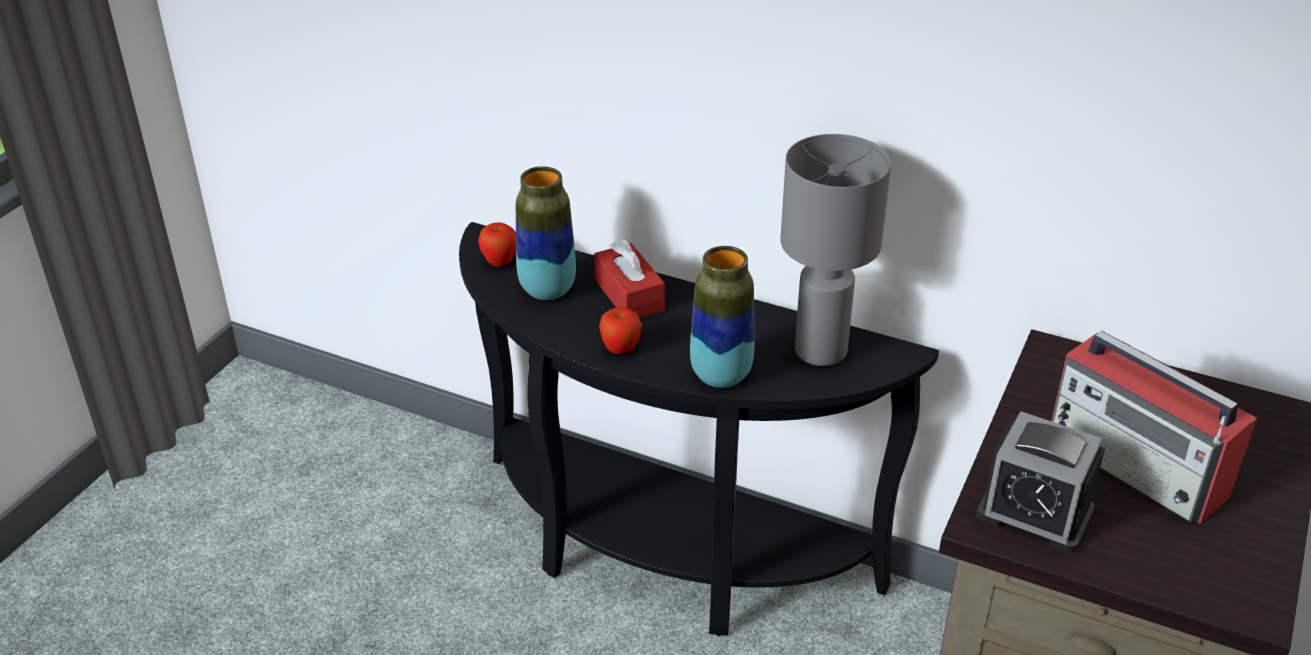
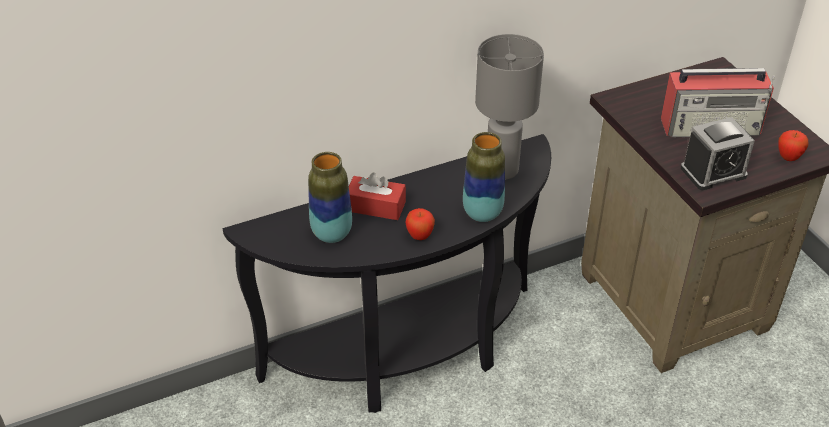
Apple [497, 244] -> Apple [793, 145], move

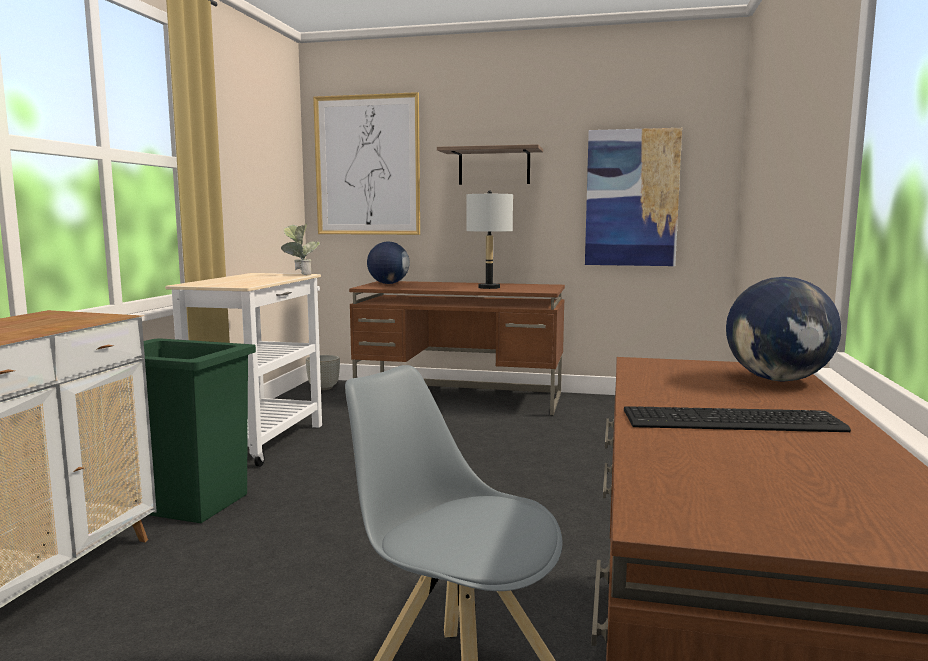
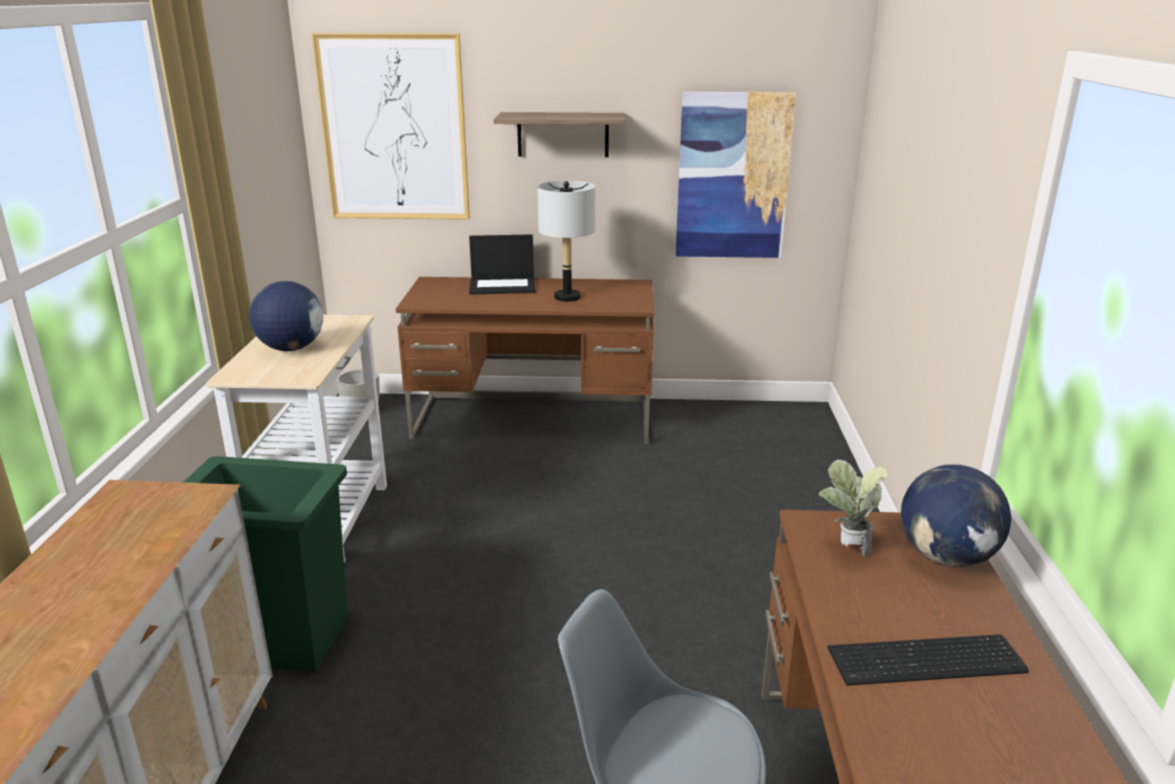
Globe [388, 262] -> Globe [286, 316], move
none -> Laptop [502, 264]
PottedPlant [300, 249] -> PottedPlant [853, 508], move

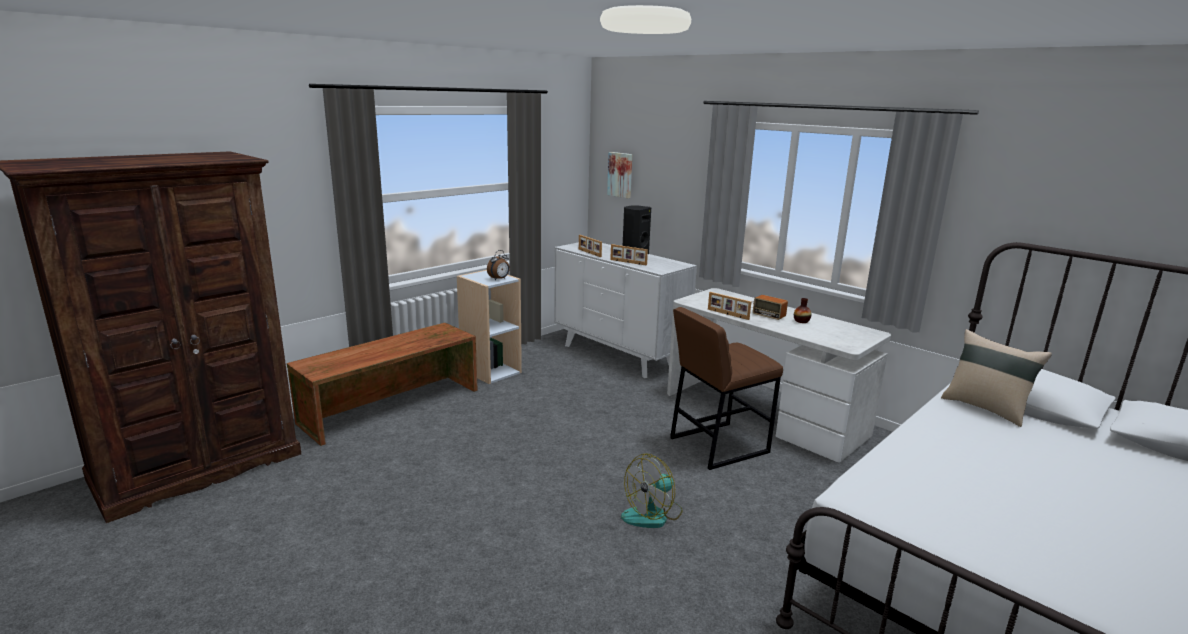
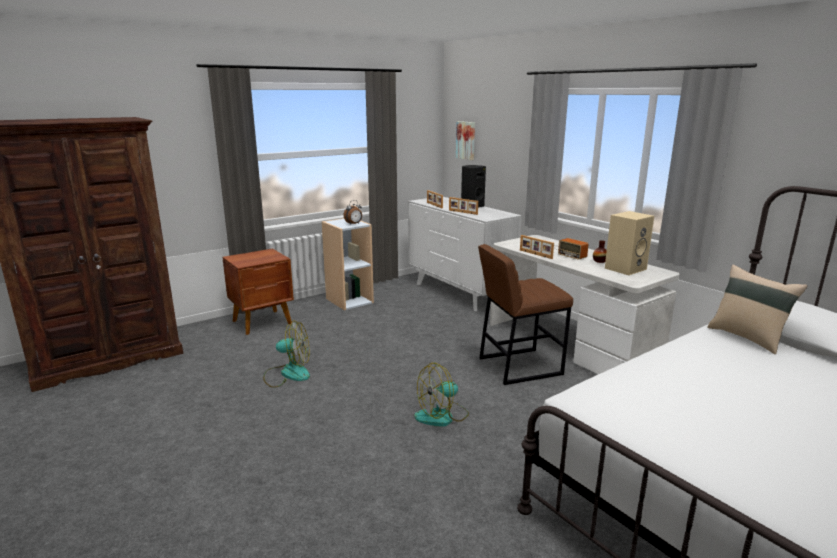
BrownBench [382, 384] -> BrownNightstand [258, 292]
none -> Fan [286, 354]
none -> BeigeSpeaker [629, 243]

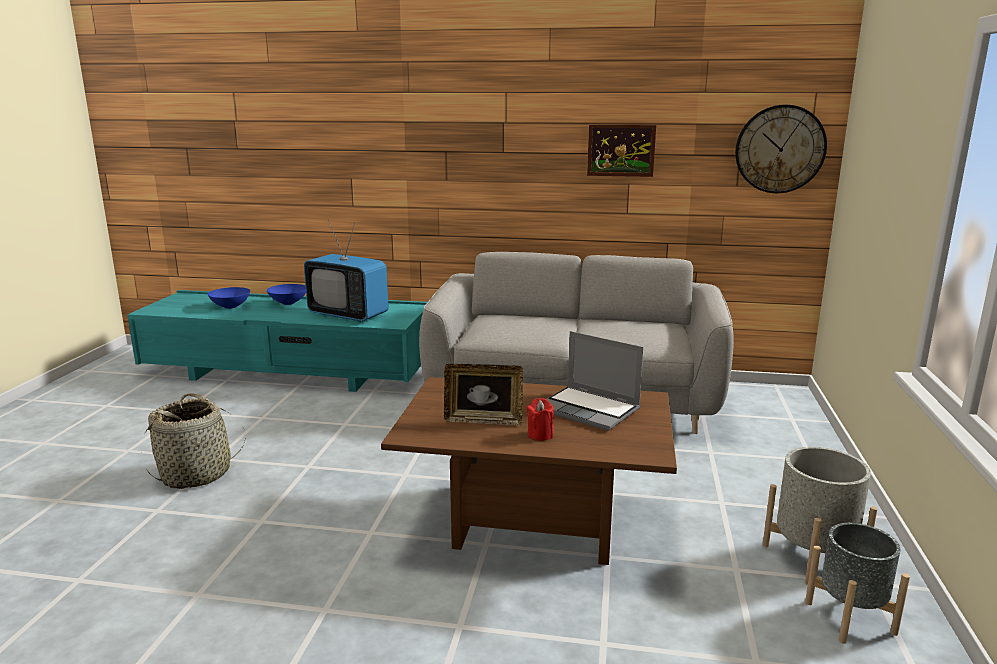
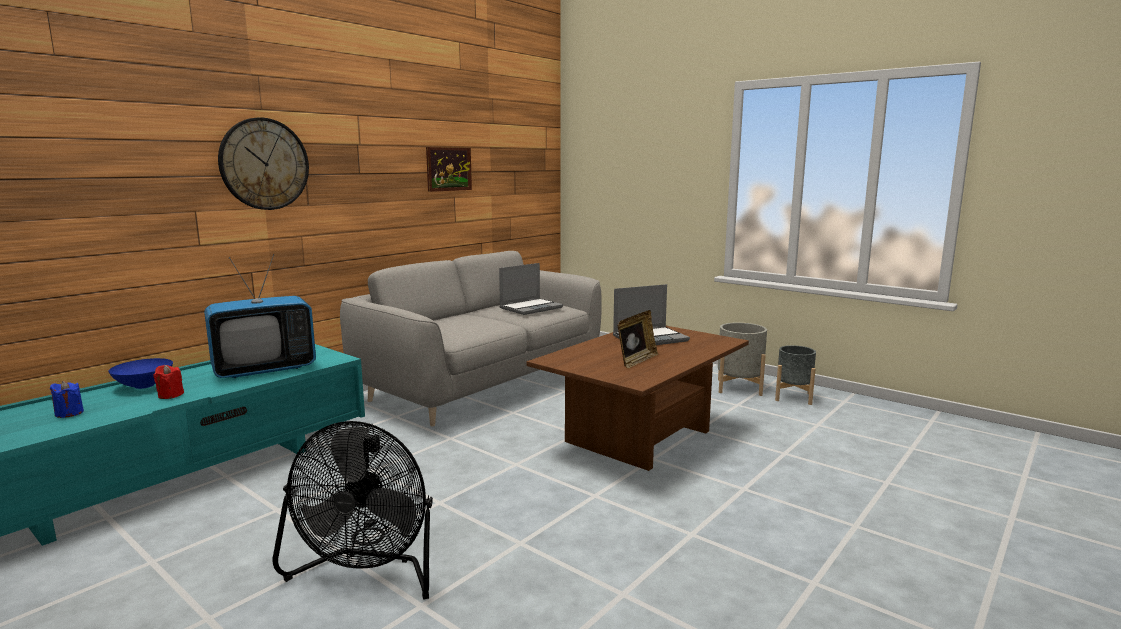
BlueBowl [229, 298] -> BlueCandle [67, 399]
RedCandle [540, 419] -> RedCandle [168, 382], move
WallClock [781, 148] -> WallClock [263, 164], move
Basket [195, 441] -> BlackFan [352, 510]
none -> Laptop [531, 289]

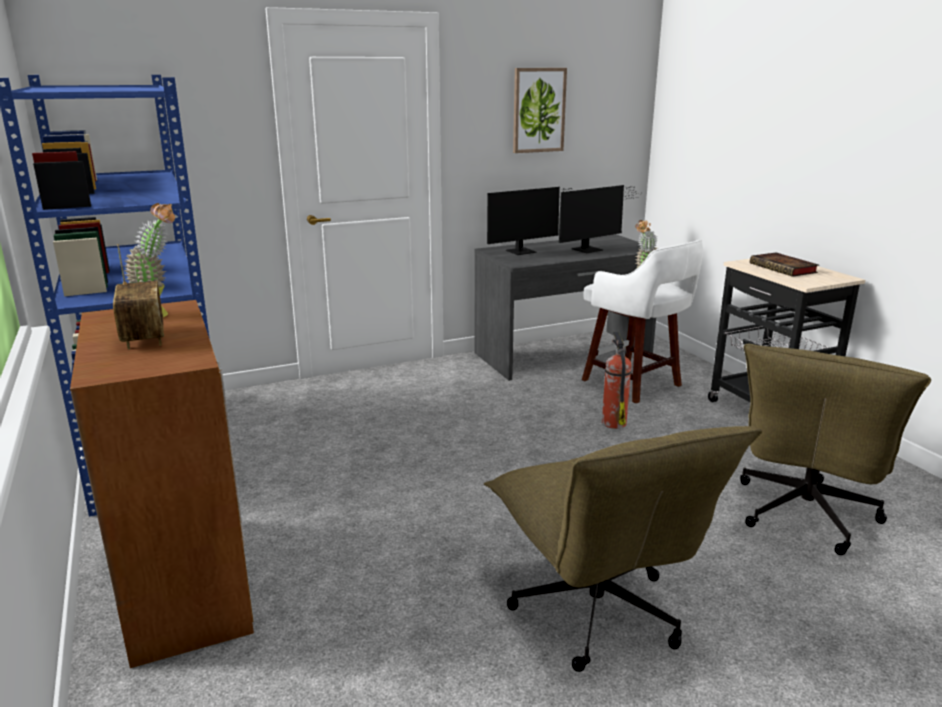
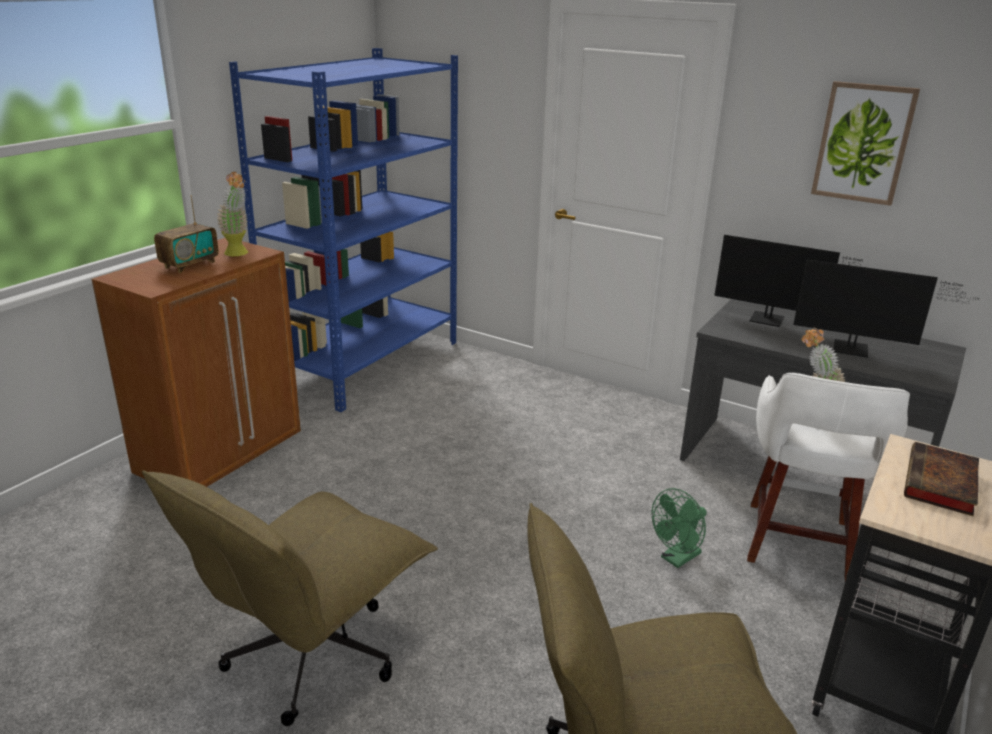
FireExtinguisher [617, 380] -> GreenFan [679, 528]

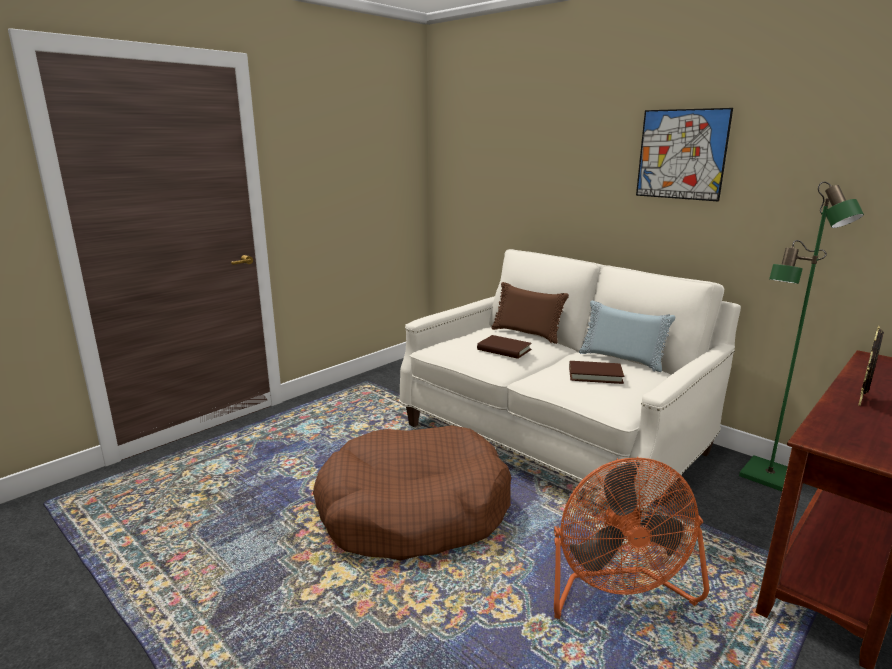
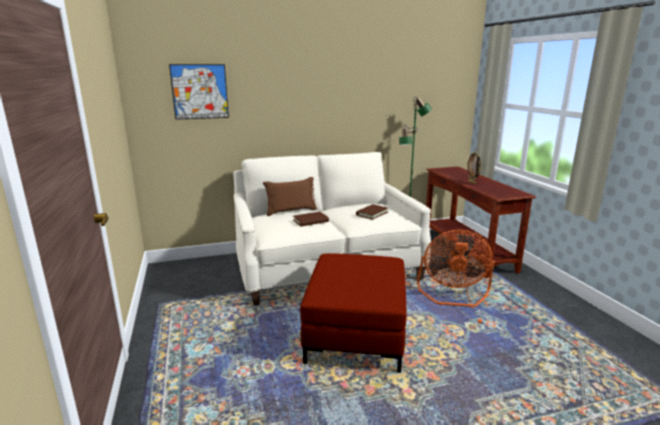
Picture [684, 154] -> Picture [199, 92], move
BrownDogBed [412, 493] -> RedOttoman [353, 313]
OrangeFan [631, 538] -> OrangeFan [456, 277], 105 degrees counterclockwise
BluePillow [627, 336] -> none

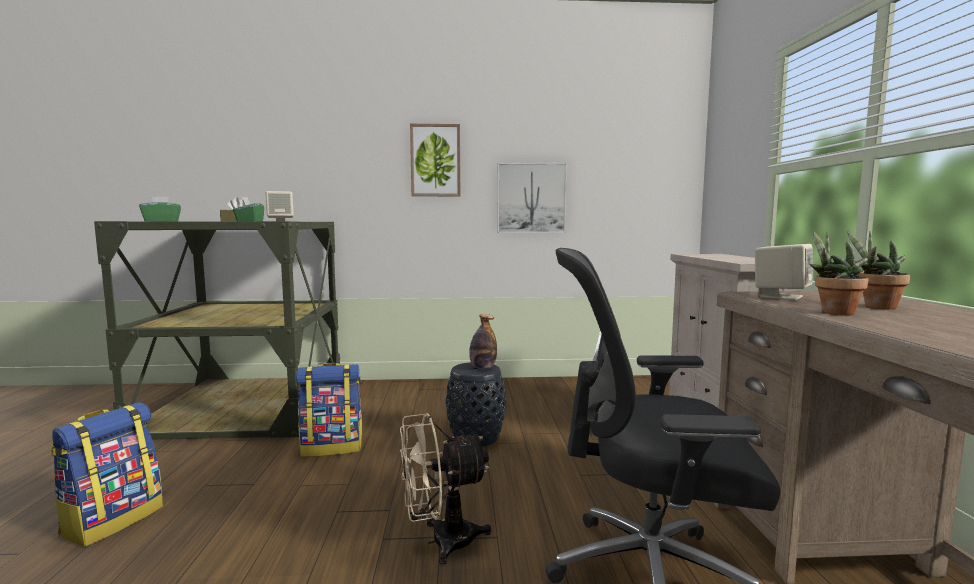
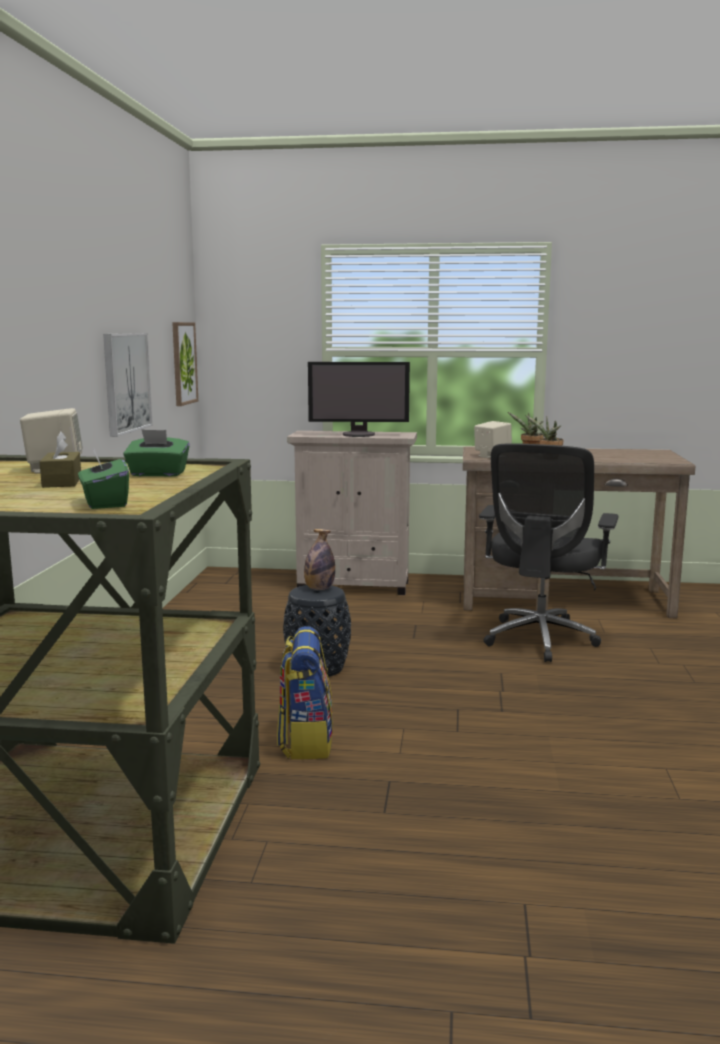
Picture [435, 160] -> Picture [185, 364], move
none -> Monitor [359, 399]
Backpack [106, 474] -> none
BeigeFan [445, 489] -> none

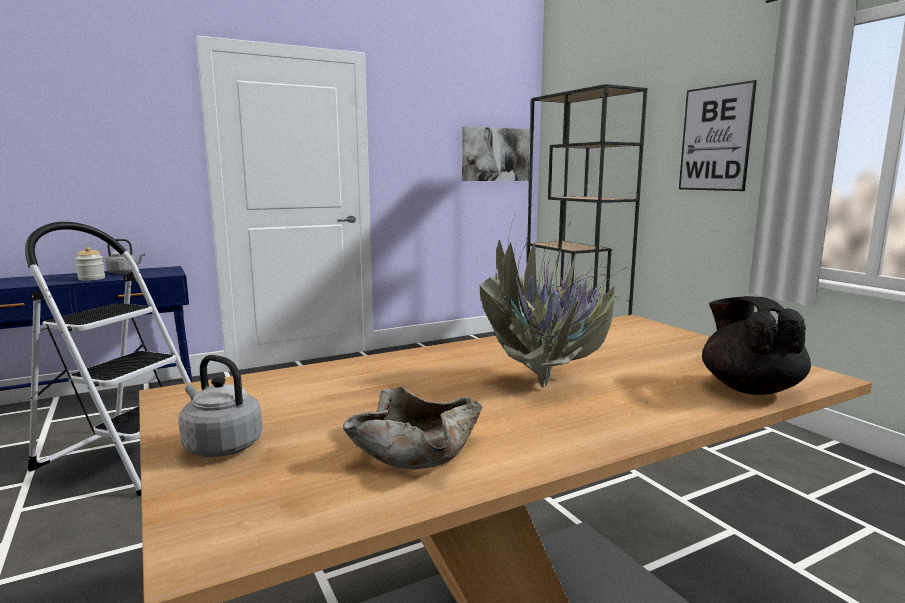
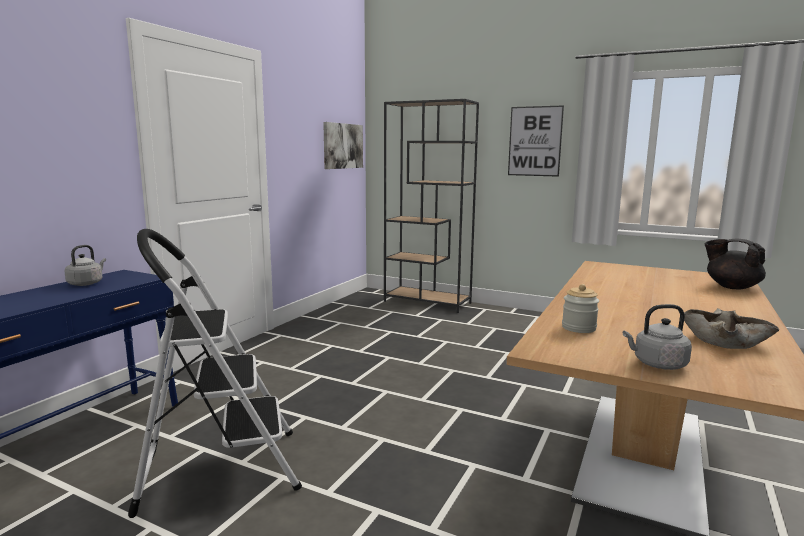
Jar [90, 264] -> Jar [580, 308], move
PottedPlant [564, 310] -> none

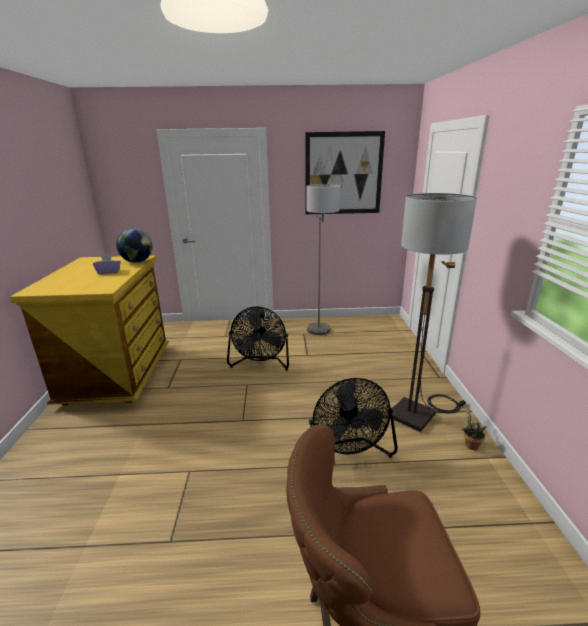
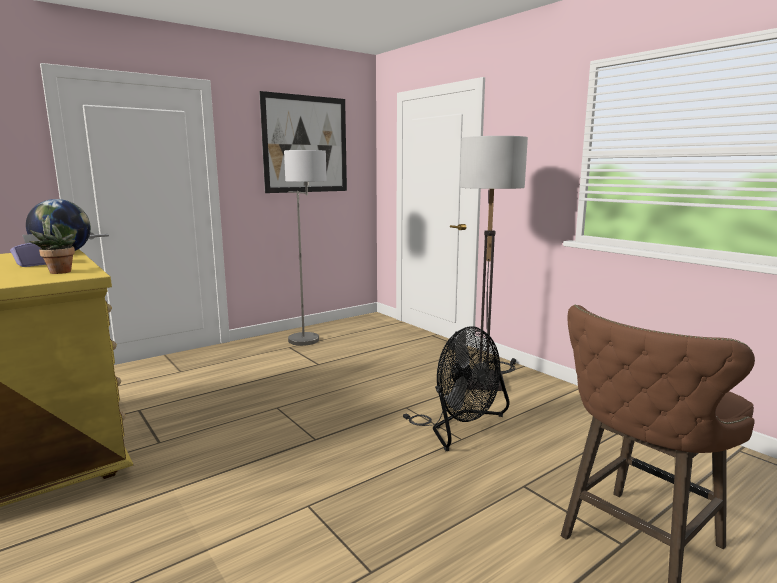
PottedPlant [473, 427] -> PottedPlant [52, 244], move
BlackFan [258, 339] -> none

